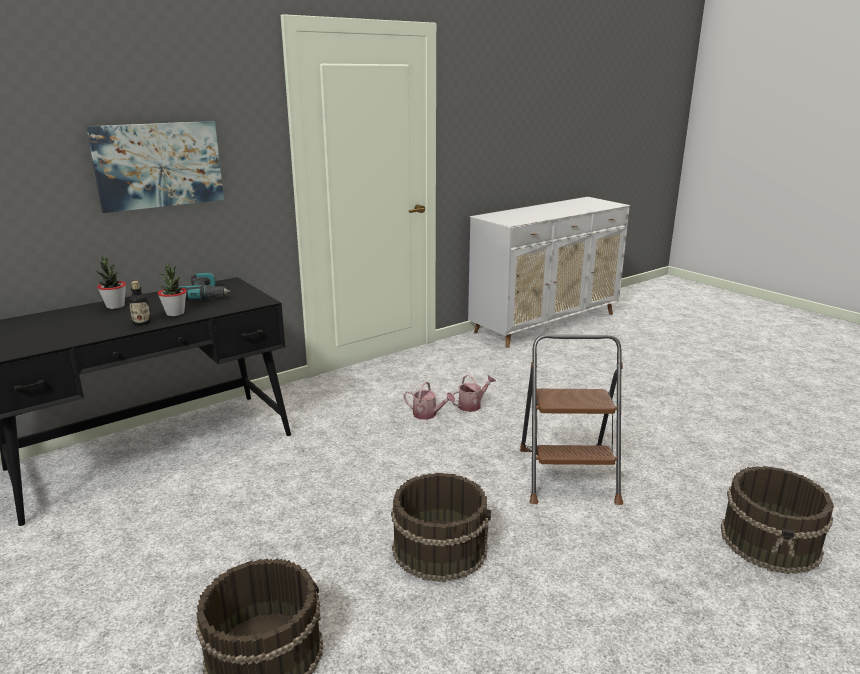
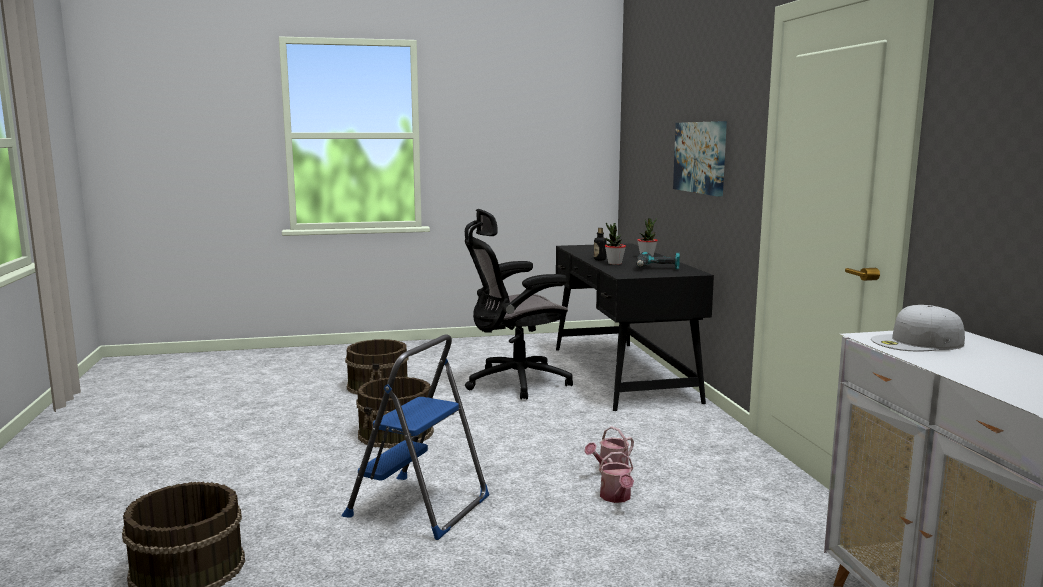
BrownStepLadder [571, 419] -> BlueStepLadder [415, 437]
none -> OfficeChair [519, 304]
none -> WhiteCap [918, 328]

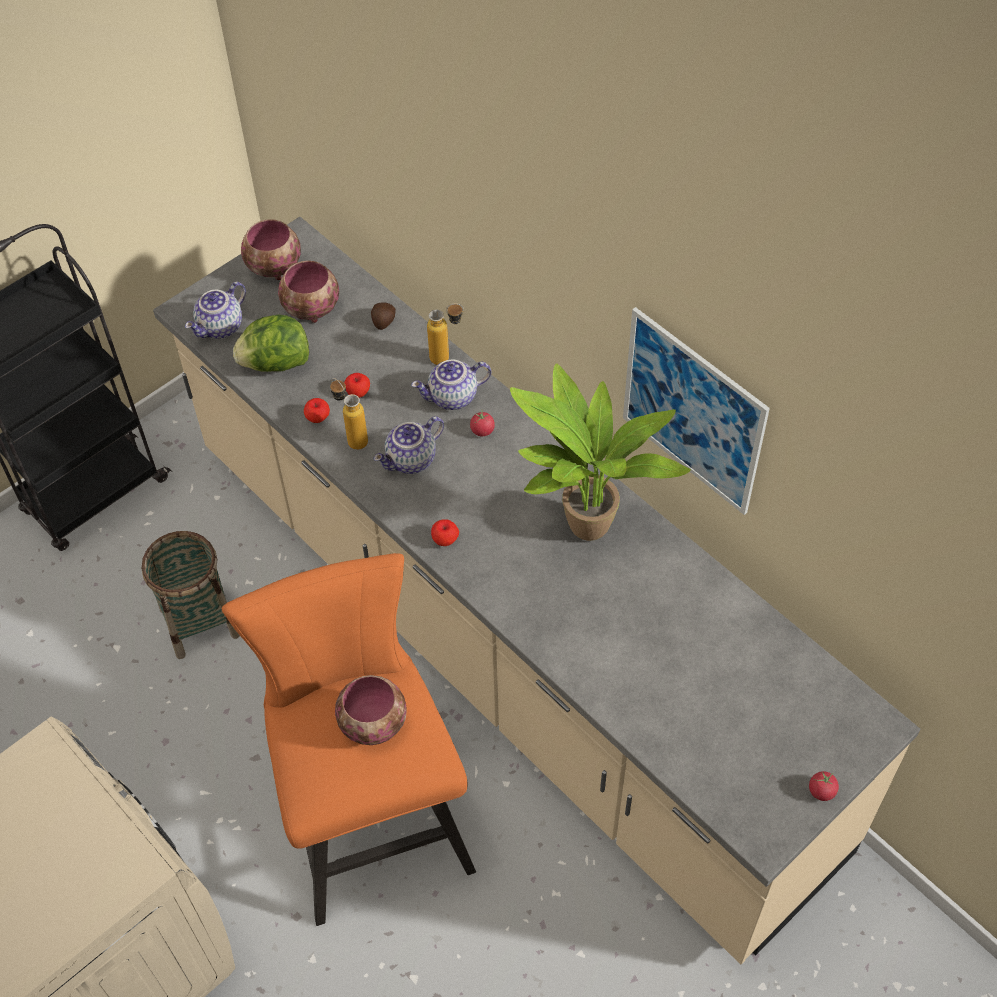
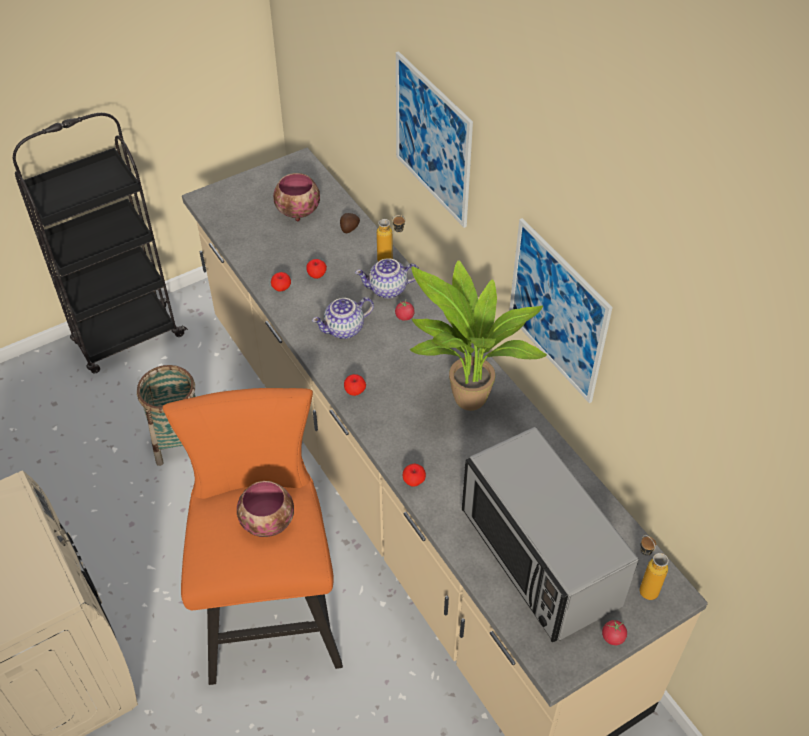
none -> Picture [434, 139]
none -> Apple [414, 475]
none -> Microwave [550, 534]
Bottle [349, 414] -> Bottle [654, 567], move
Teapot [215, 310] -> none
Lettuce [271, 343] -> none
Bowl [271, 249] -> none

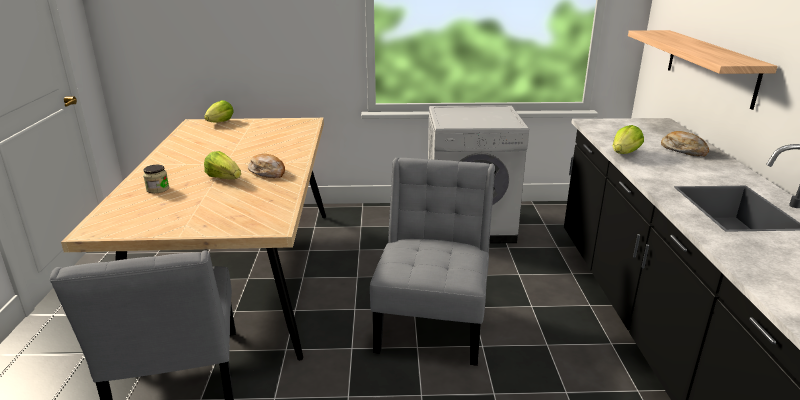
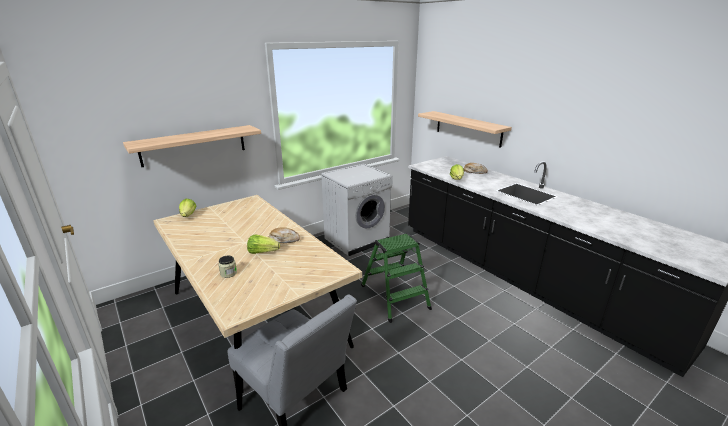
none -> Shelf [192, 146]
GreyChair [432, 261] -> GreenStepLadder [396, 278]

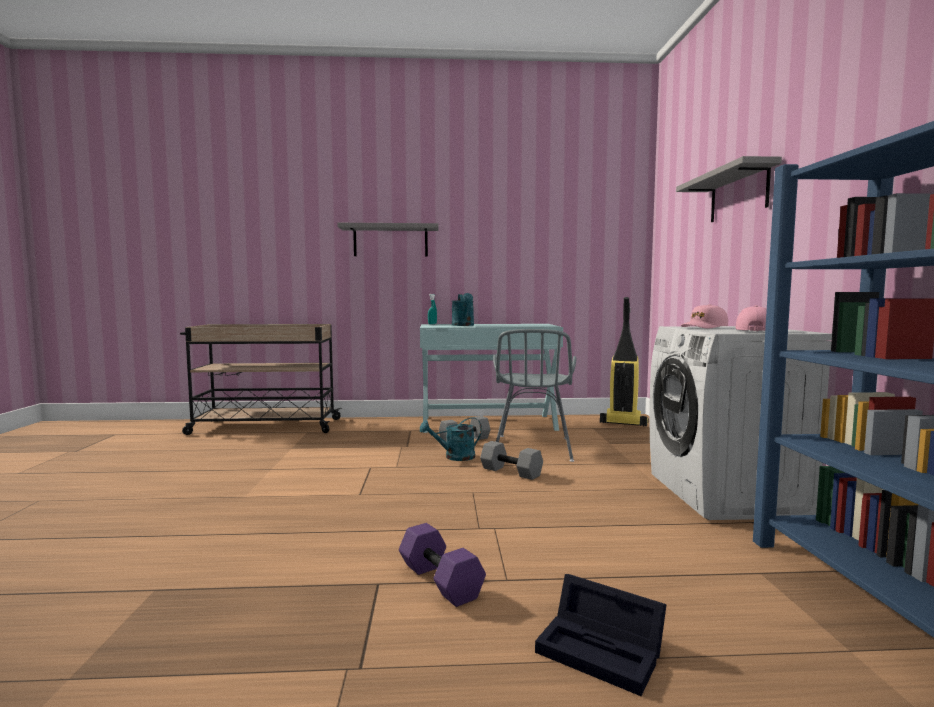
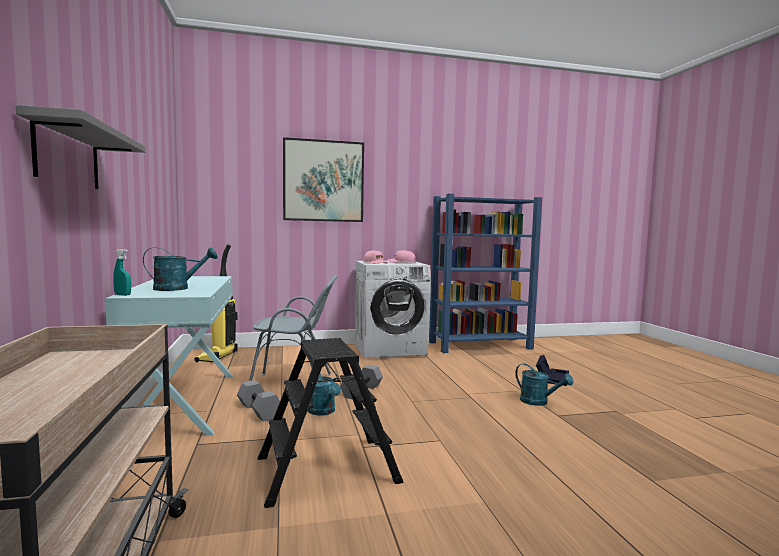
none -> BlackStepLadder [330, 423]
GreyShelf [729, 189] -> Picture [323, 179]
PurpleDumbbell [442, 565] -> TurquoiseWateringCan [544, 385]

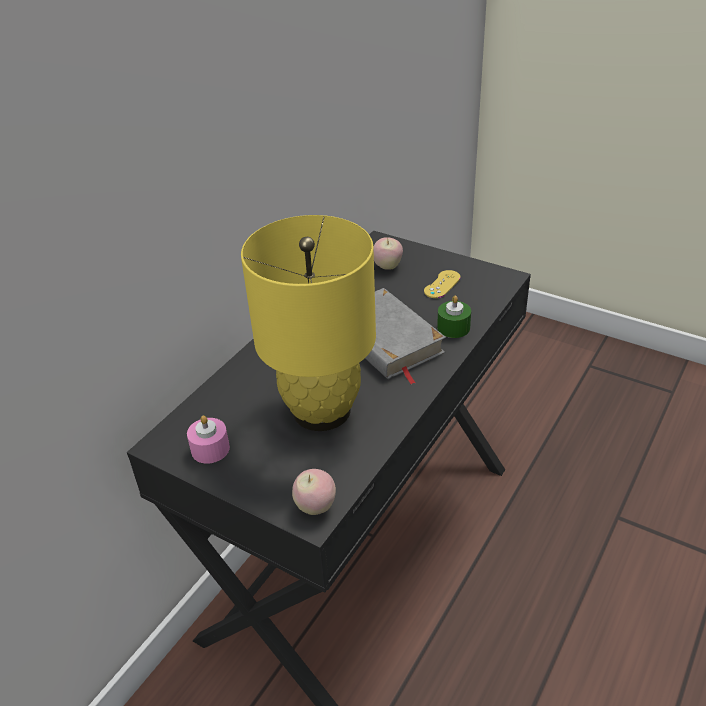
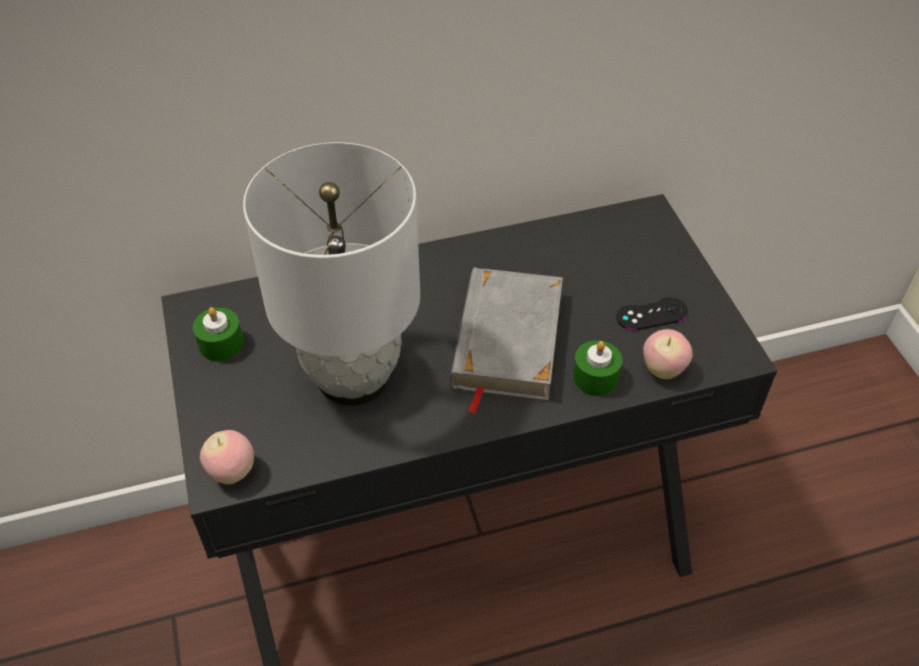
PinkCandle [208, 439] -> GreenCandle [218, 334]
YellowTableLamp [308, 323] -> WhiteTableLamp [331, 274]
YellowGameController [442, 284] -> BlackGameController [652, 314]
Apple [388, 253] -> Apple [668, 354], move

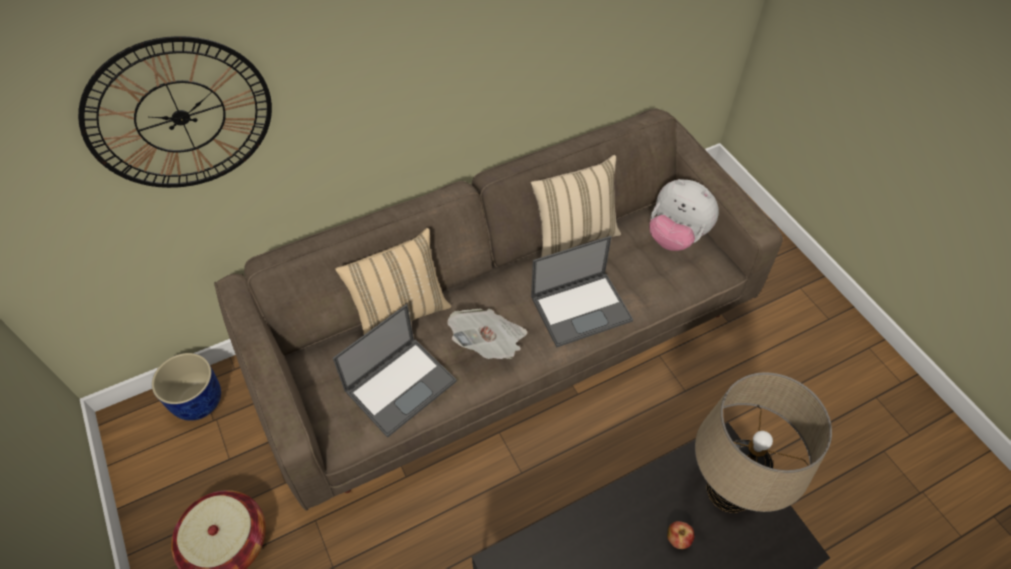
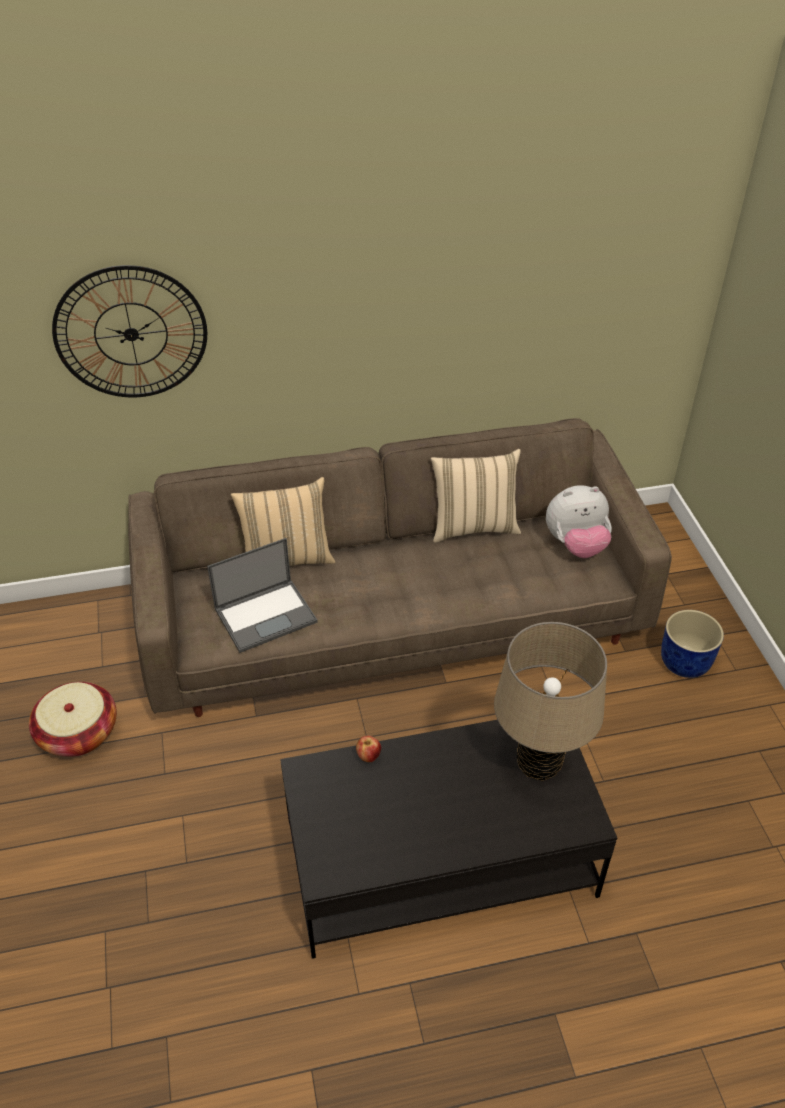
Apple [681, 535] -> Apple [368, 749], move
PlushToy [684, 215] -> PlushToy [579, 521], 60 degrees counterclockwise
BluePlanter [186, 387] -> BluePlanter [692, 644], move
Newspaper [487, 334] -> none
Laptop [582, 292] -> none

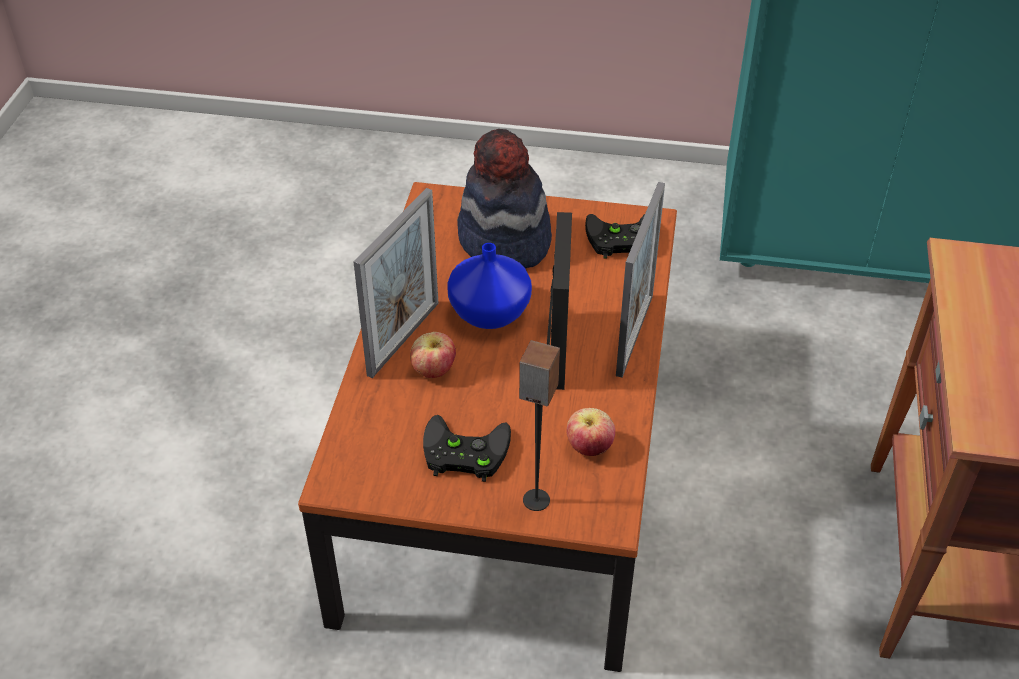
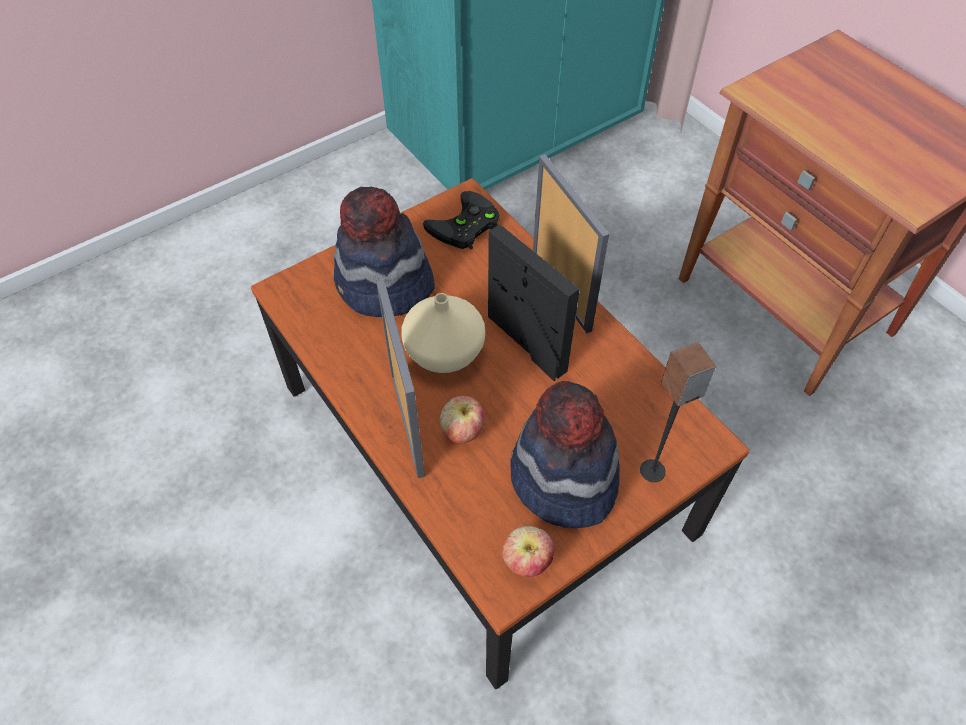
BlueVase [489, 286] -> BeigeVase [443, 333]
Apple [590, 432] -> Apple [528, 551], move
BlackGameController [467, 448] -> Hat [565, 454]

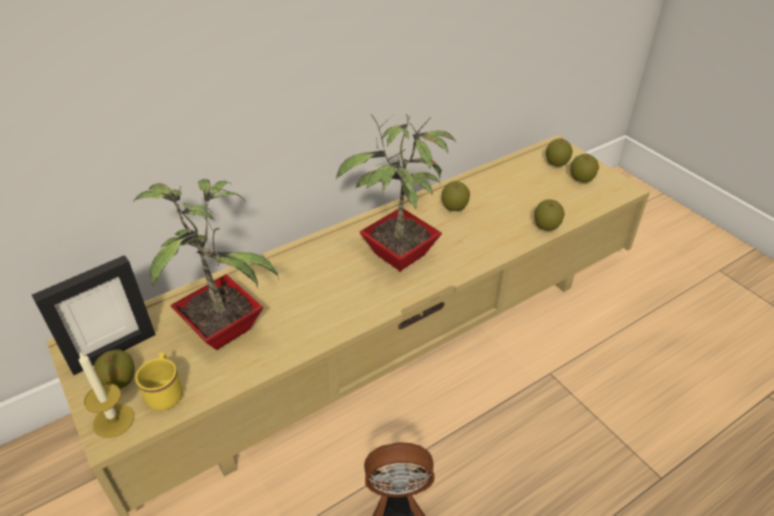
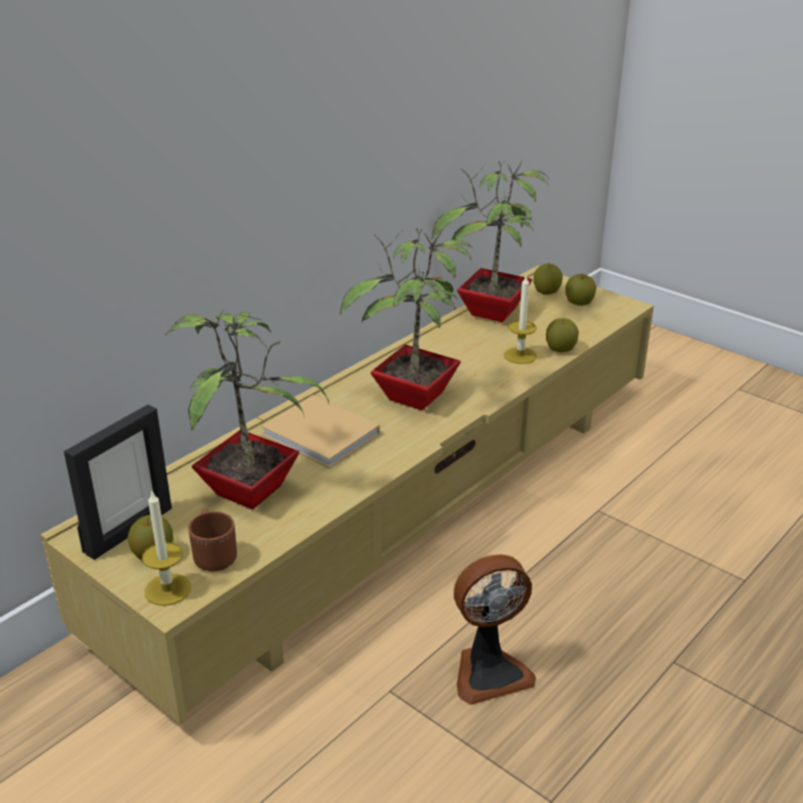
YellowMug [159, 381] -> BrownMug [212, 540]
none -> BeigeBook [320, 431]
none -> PottedPlant [490, 241]
none -> Candle [520, 319]
Apple [456, 196] -> none

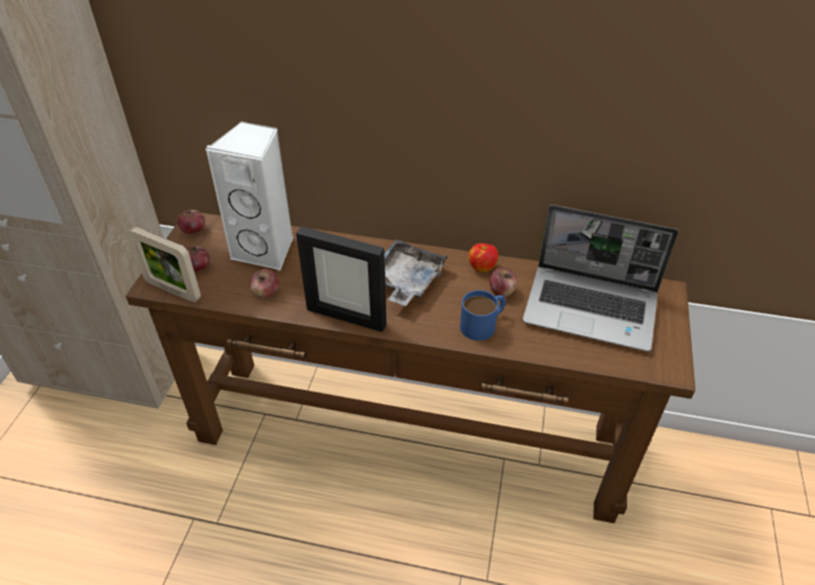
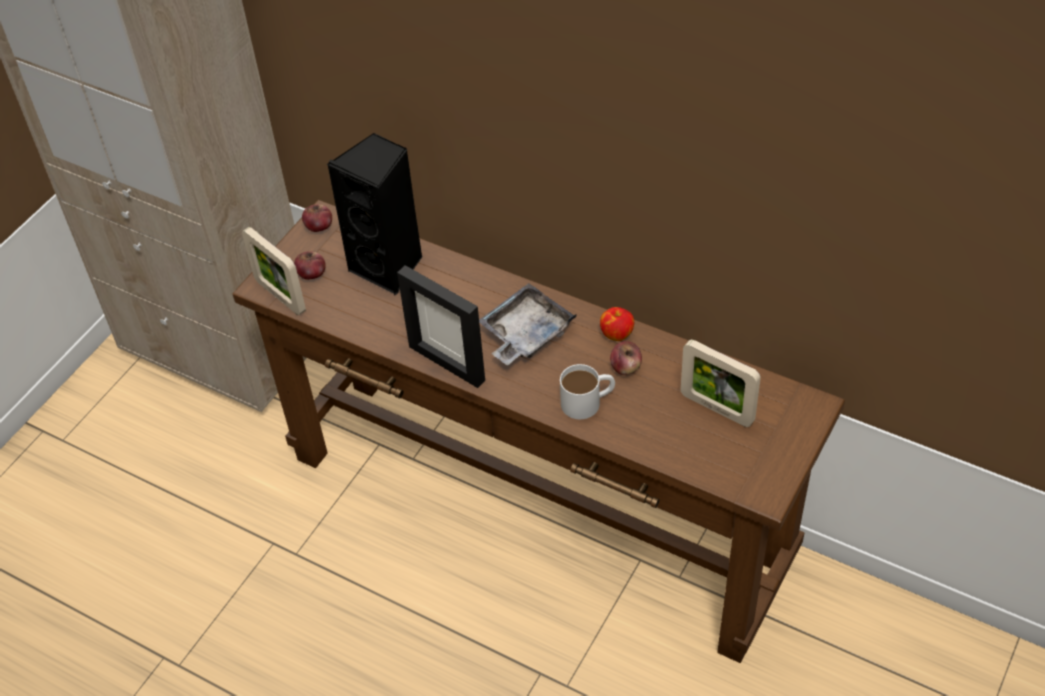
WhiteSpeaker [249, 195] -> BlackSpeaker [375, 214]
BlueMug [483, 315] -> WhiteMug [587, 391]
Laptop [601, 278] -> PictureFrame [721, 383]
Apple [264, 283] -> none

